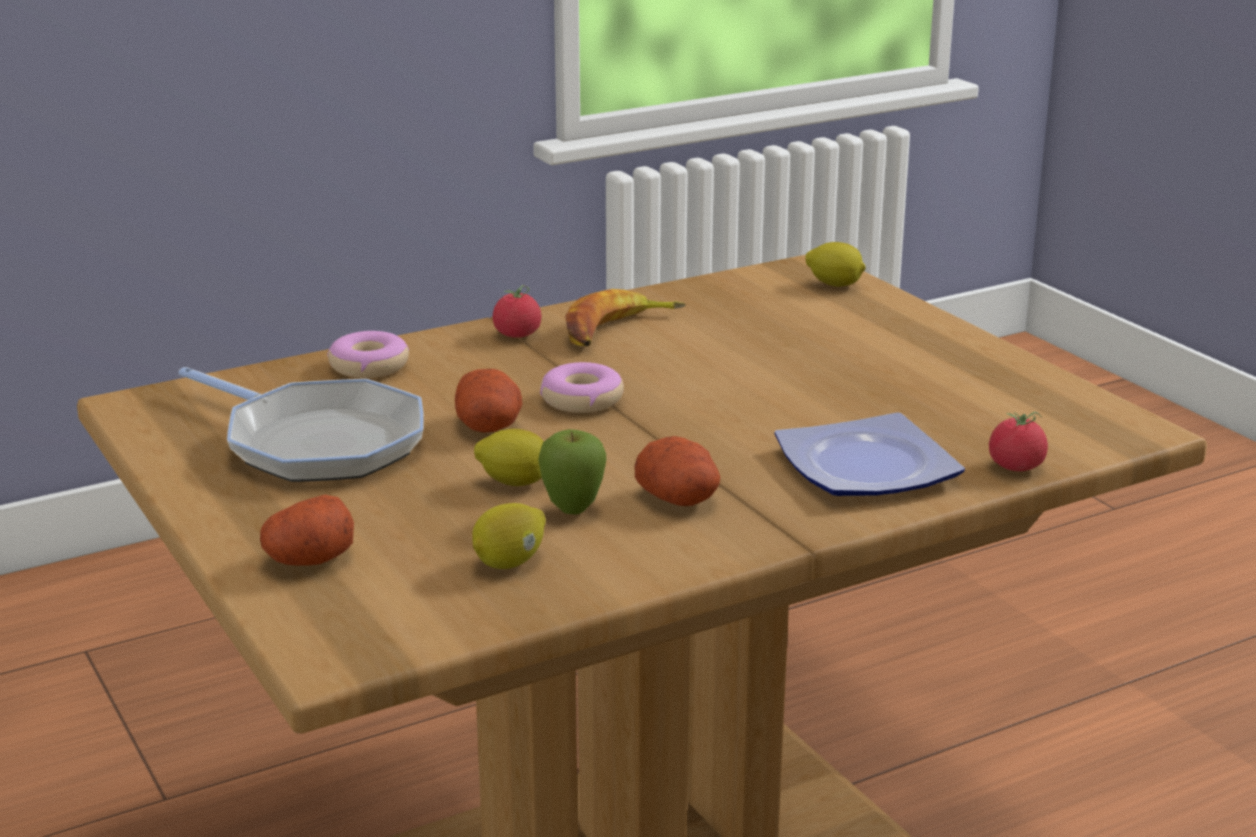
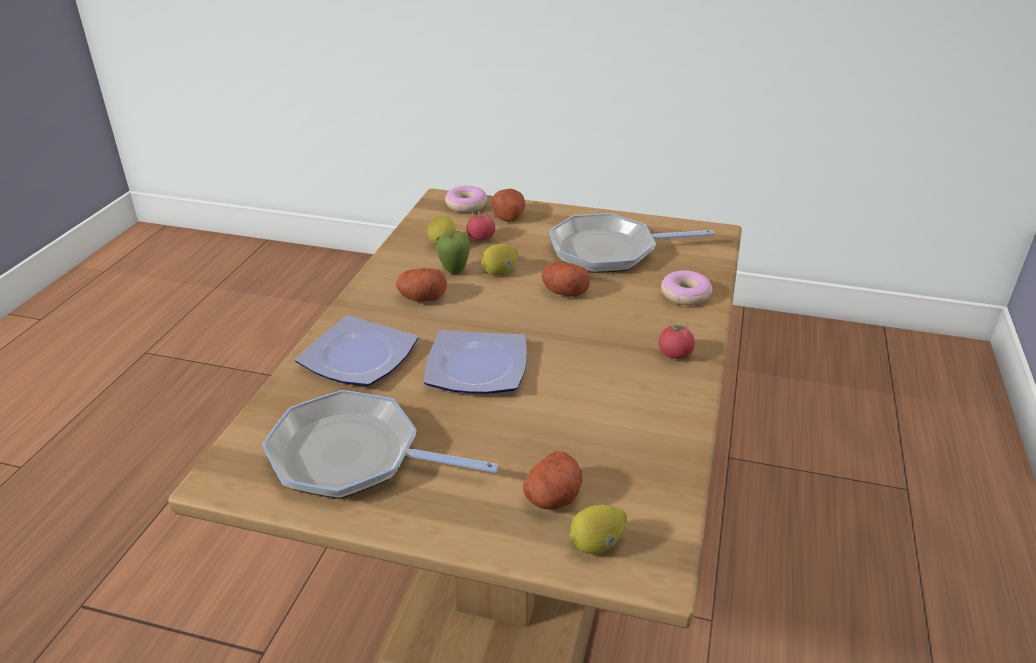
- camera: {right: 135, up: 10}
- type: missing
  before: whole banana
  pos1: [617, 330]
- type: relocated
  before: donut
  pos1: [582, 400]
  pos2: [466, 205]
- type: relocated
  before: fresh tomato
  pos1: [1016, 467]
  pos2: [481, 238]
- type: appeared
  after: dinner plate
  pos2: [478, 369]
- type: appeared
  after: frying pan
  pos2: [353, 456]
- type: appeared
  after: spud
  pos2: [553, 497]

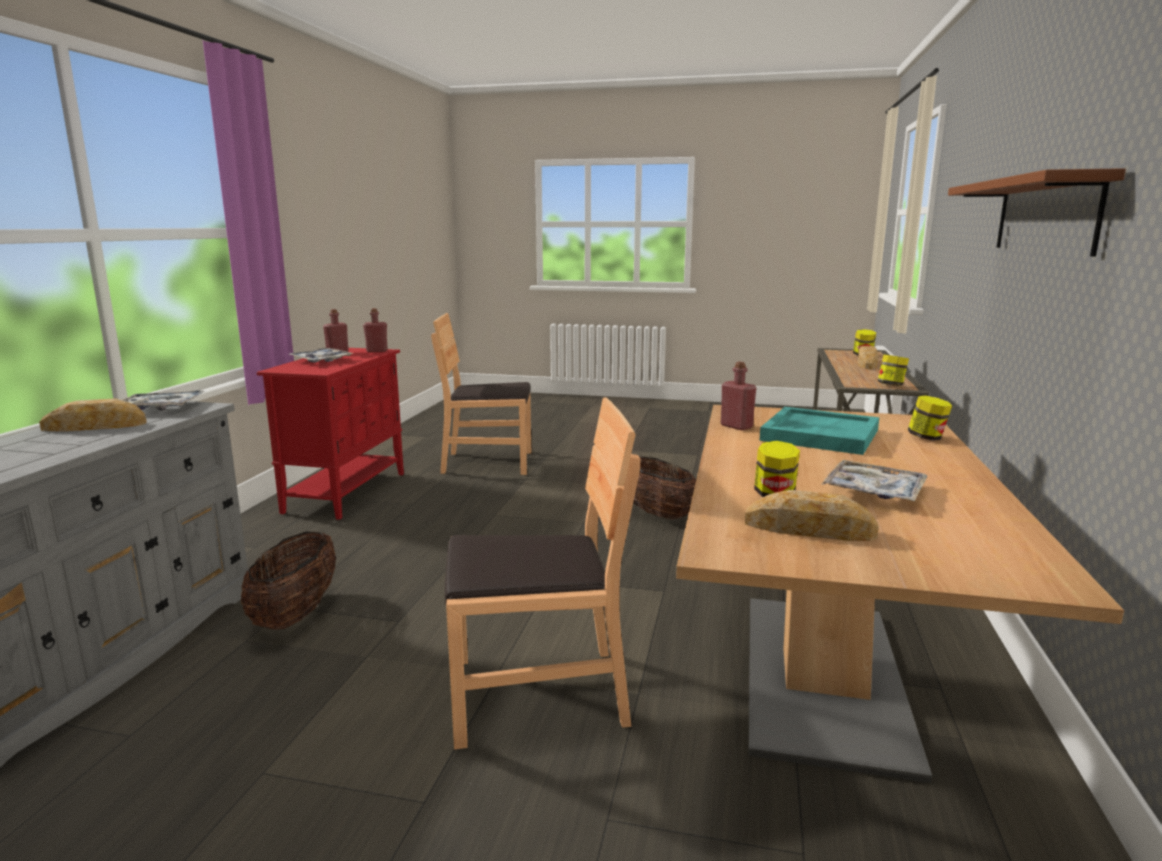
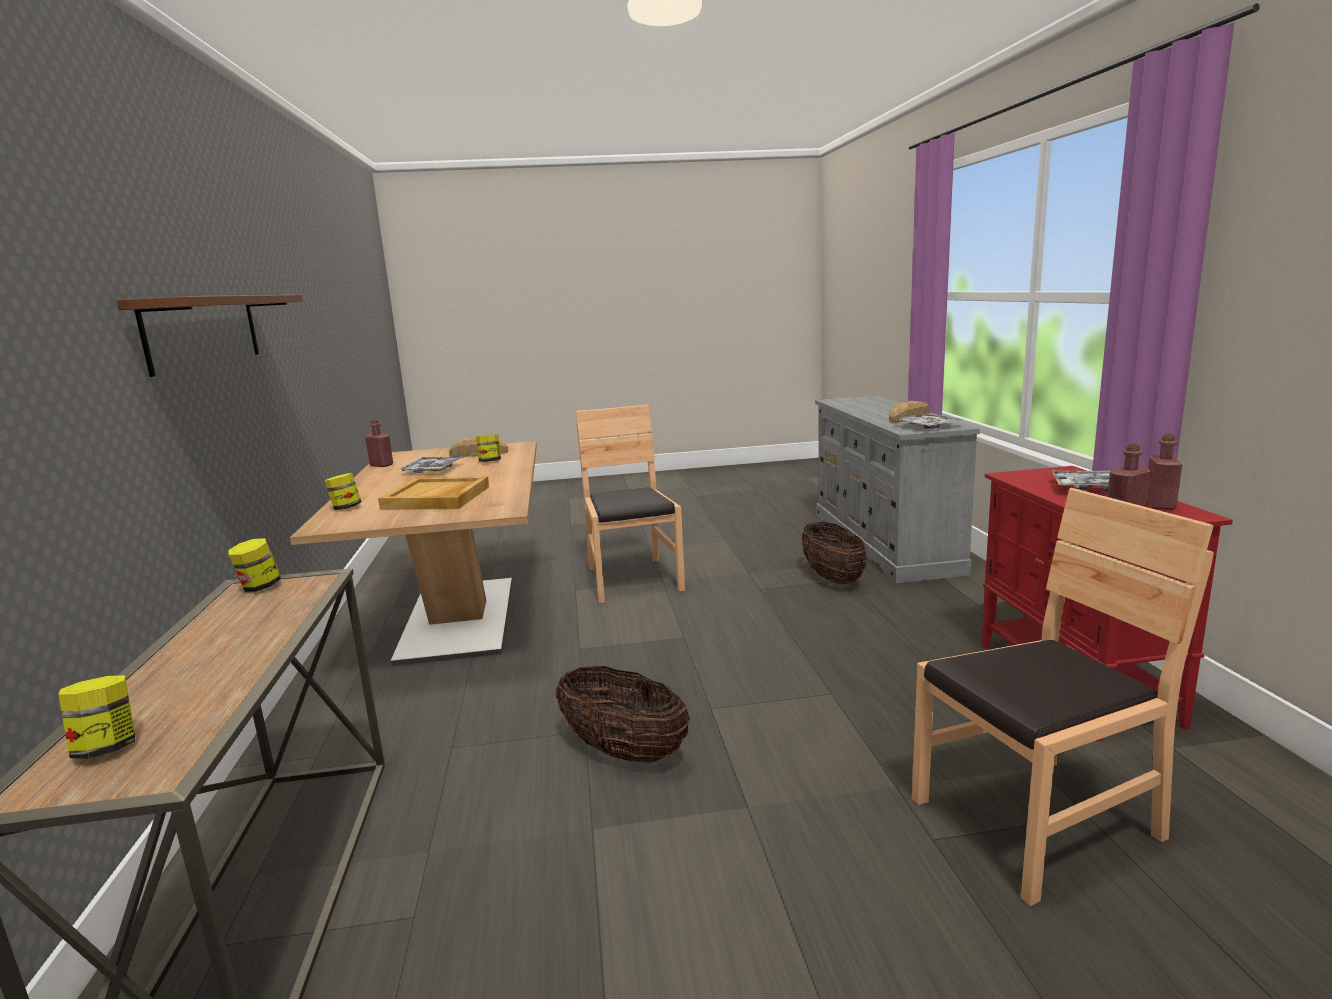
- camera: {right: 160, up: 0}
- type: missing
  before: baked bread
  pos1: [867, 363]
- type: relocated
  before: red-coloured bottle
  pos1: [736, 426]
  pos2: [381, 465]
- type: spun
  before: brownish upright chair
  pos1: [537, 693]
  pos2: [632, 579]
  turn: 105
- type: colour
  before: turquoise-coloured serving tray
  after: sand-coloured serving tray
  pos1: [819, 434]
  pos2: [437, 498]

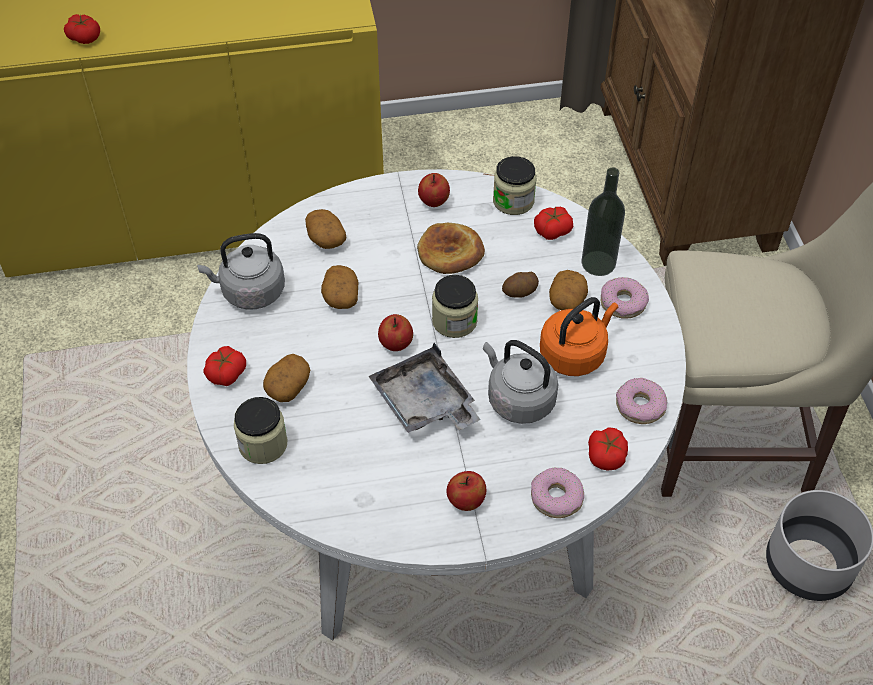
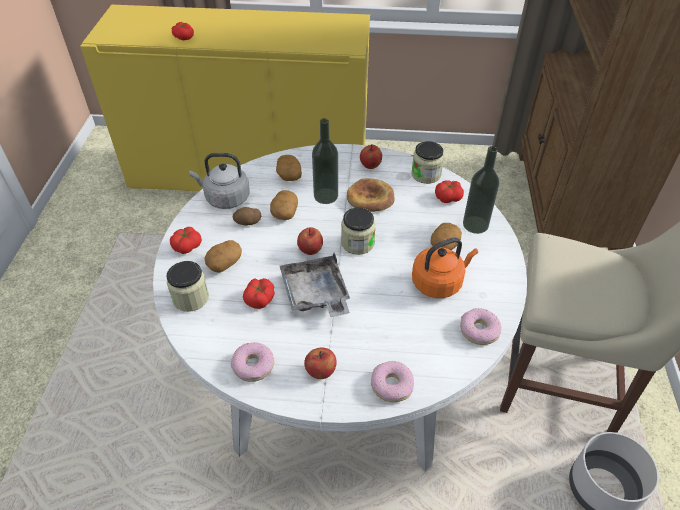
- camera: {right: 15, up: -5}
- type: relocated
  before: spud
  pos1: [520, 292]
  pos2: [248, 222]
- type: relocated
  before: donut
  pos1: [623, 303]
  pos2: [253, 365]
- type: missing
  before: grey tea kettle
  pos1: [518, 399]
- type: relocated
  before: fresh tomato
  pos1: [606, 455]
  pos2: [260, 299]
- type: appeared
  after: bottle
  pos2: [326, 196]

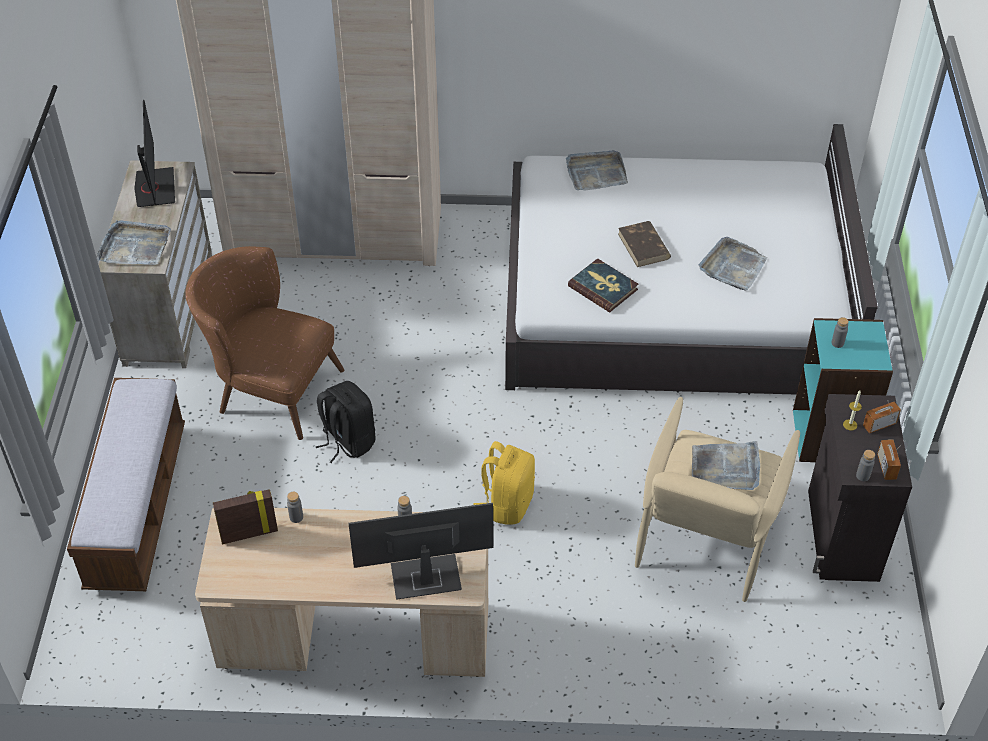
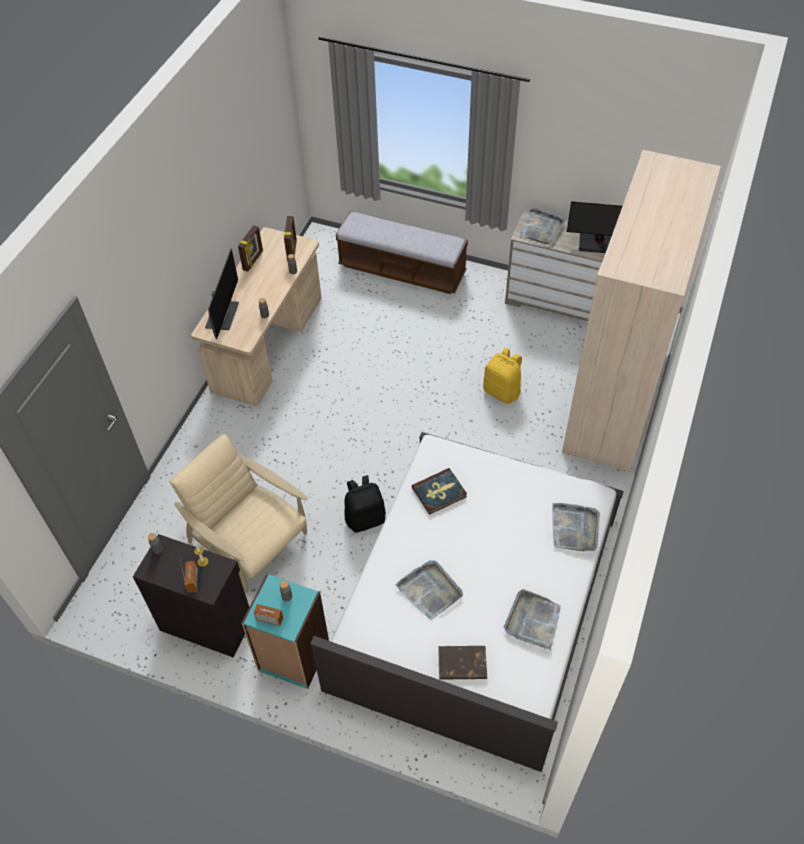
- camera: {right: 110, up: 5}
- type: relocated
  before: brownish volume
  pos1: [644, 246]
  pos2: [461, 664]
- type: missing
  before: brownish easy chair
  pos1: [269, 387]
- type: relocated
  before: blackish rucksack
  pos1: [347, 441]
  pos2: [365, 518]
- type: relocated
  before: radio set
  pos1: [886, 467]
  pos2: [269, 619]
- type: relocated
  before: yellow-coloured rucksack
  pos1: [507, 504]
  pos2: [502, 391]
- type: relocated
  before: grey serving tray
  pos1: [725, 468]
  pos2: [532, 621]
- type: appeared
  after: standing frame
  pos2: [253, 261]

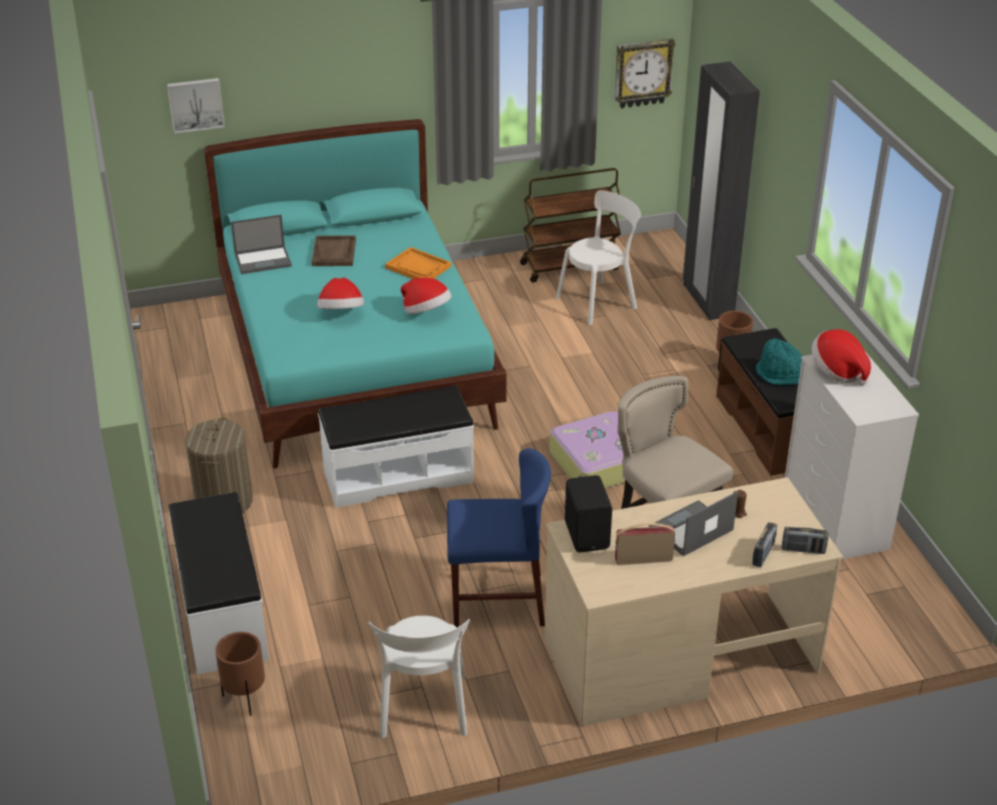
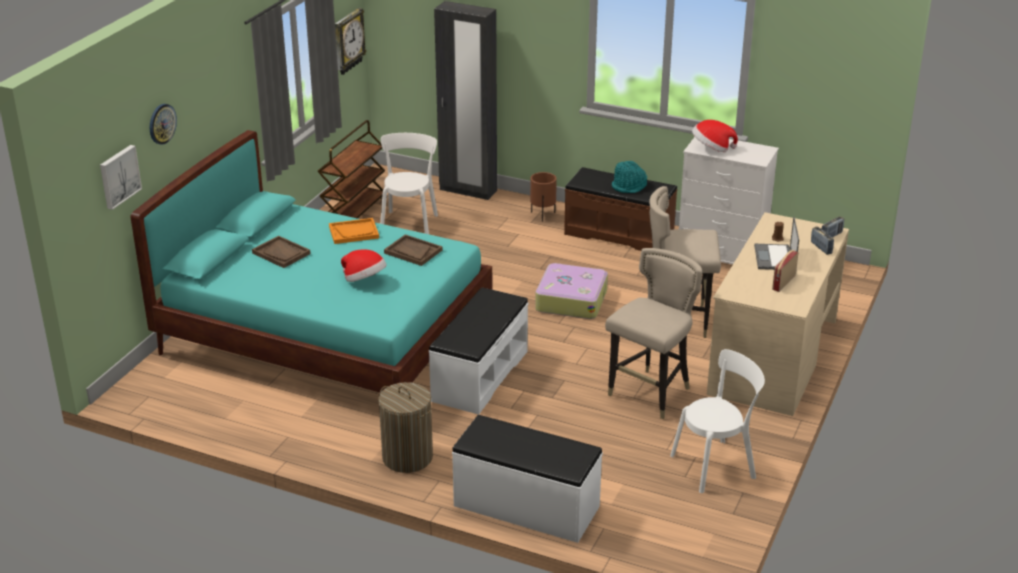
- camera: {right: -50, up: -5}
- type: missing
  before: notebook computer
  pos1: [263, 260]
- type: exchanged
  before: hat
  after: brownish serving tray
  pos1: [426, 312]
  pos2: [413, 251]
- type: exchanged
  before: blue-coloured upright chair
  after: sand-coloured stool seat
  pos1: [497, 600]
  pos2: [650, 394]
- type: missing
  before: blackish speaker
  pos1: [588, 534]
- type: spun
  before: white-coloured upright chair
  pos1: [423, 709]
  pos2: [716, 465]
  turn: -60
- type: missing
  before: brownish plant pot
  pos1: [245, 698]
- type: appeared
  after: hanging clock
  pos2: [162, 123]

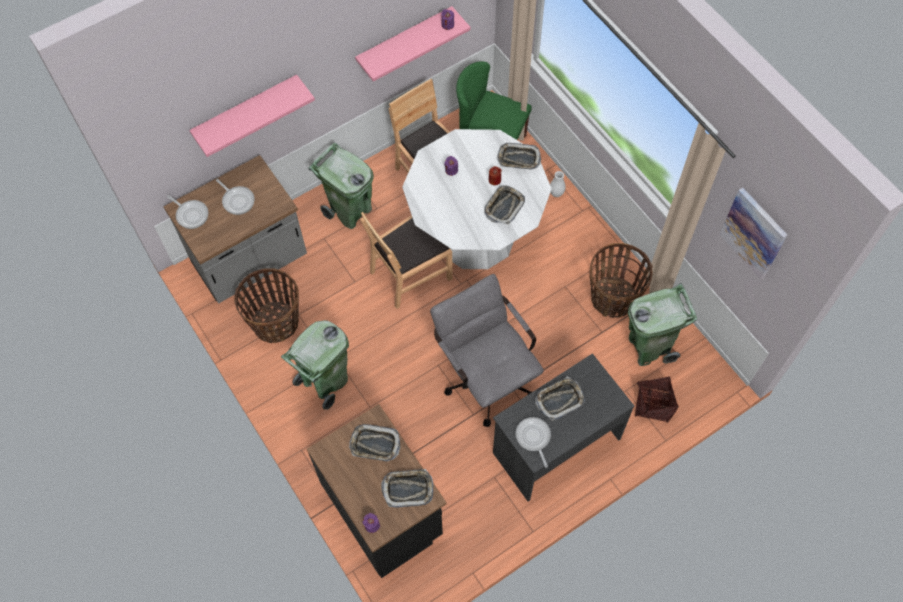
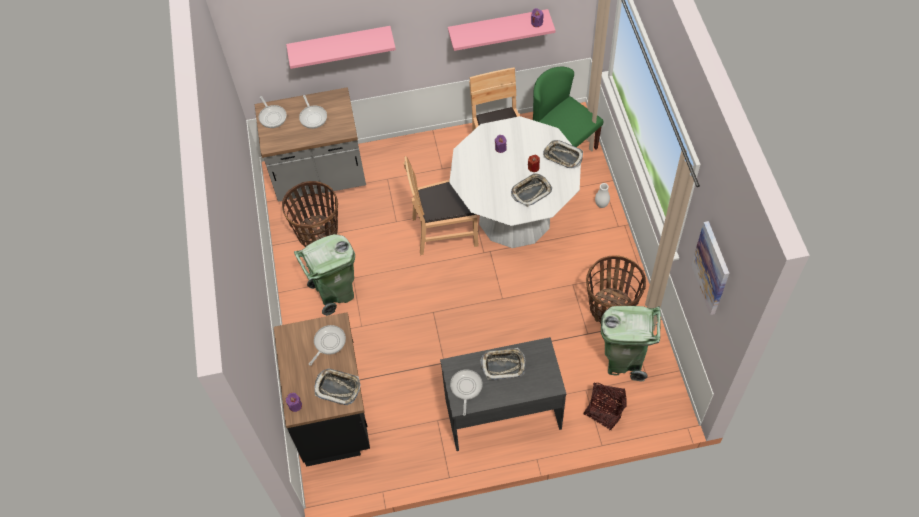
- camera: {right: 25, up: -5}
- type: missing
  before: green trash can
  pos1: [350, 211]
- type: missing
  before: grey desk chair
  pos1: [485, 376]
- type: exchanged
  before: serving tray
  after: frying pan
  pos1: [375, 444]
  pos2: [328, 343]

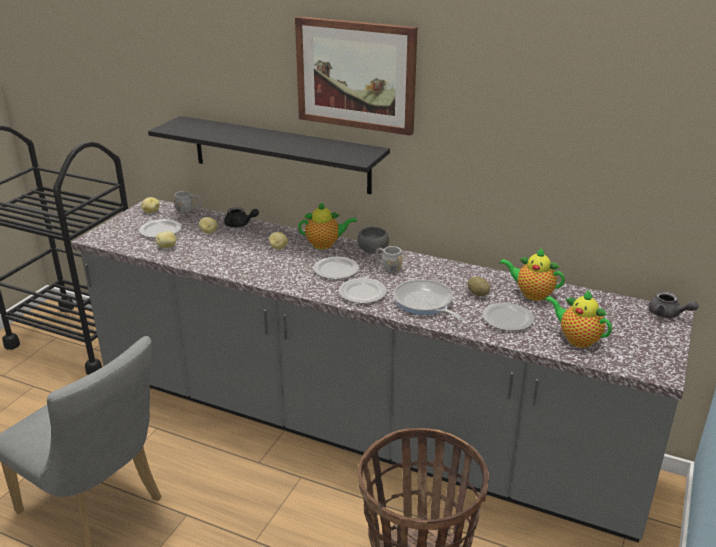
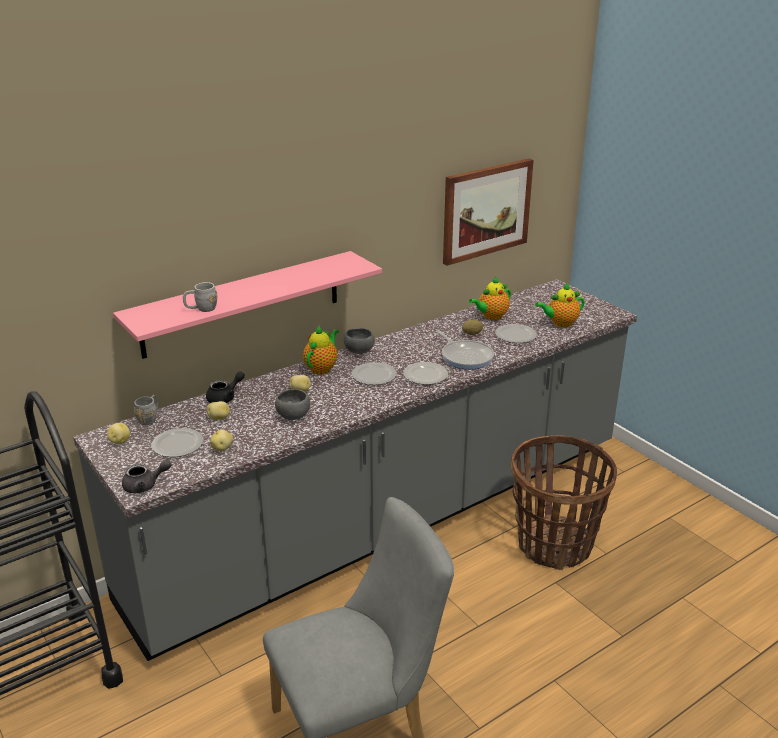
- camera: {right: -60, up: 0}
- type: relocated
  before: picture
  pos1: [356, 75]
  pos2: [486, 210]
- type: colour
  before: blackish shelf
  after: pink shelf
  pos1: [280, 154]
  pos2: [242, 304]
- type: relocated
  before: grey tea mug
  pos1: [388, 268]
  pos2: [201, 309]
- type: spun
  before: frying pan
  pos1: [425, 303]
  pos2: [465, 356]
  turn: -120
- type: relocated
  before: grey teapot
  pos1: [667, 314]
  pos2: [145, 485]
- type: appeared
  after: grey serving bowl
  pos2: [293, 415]

